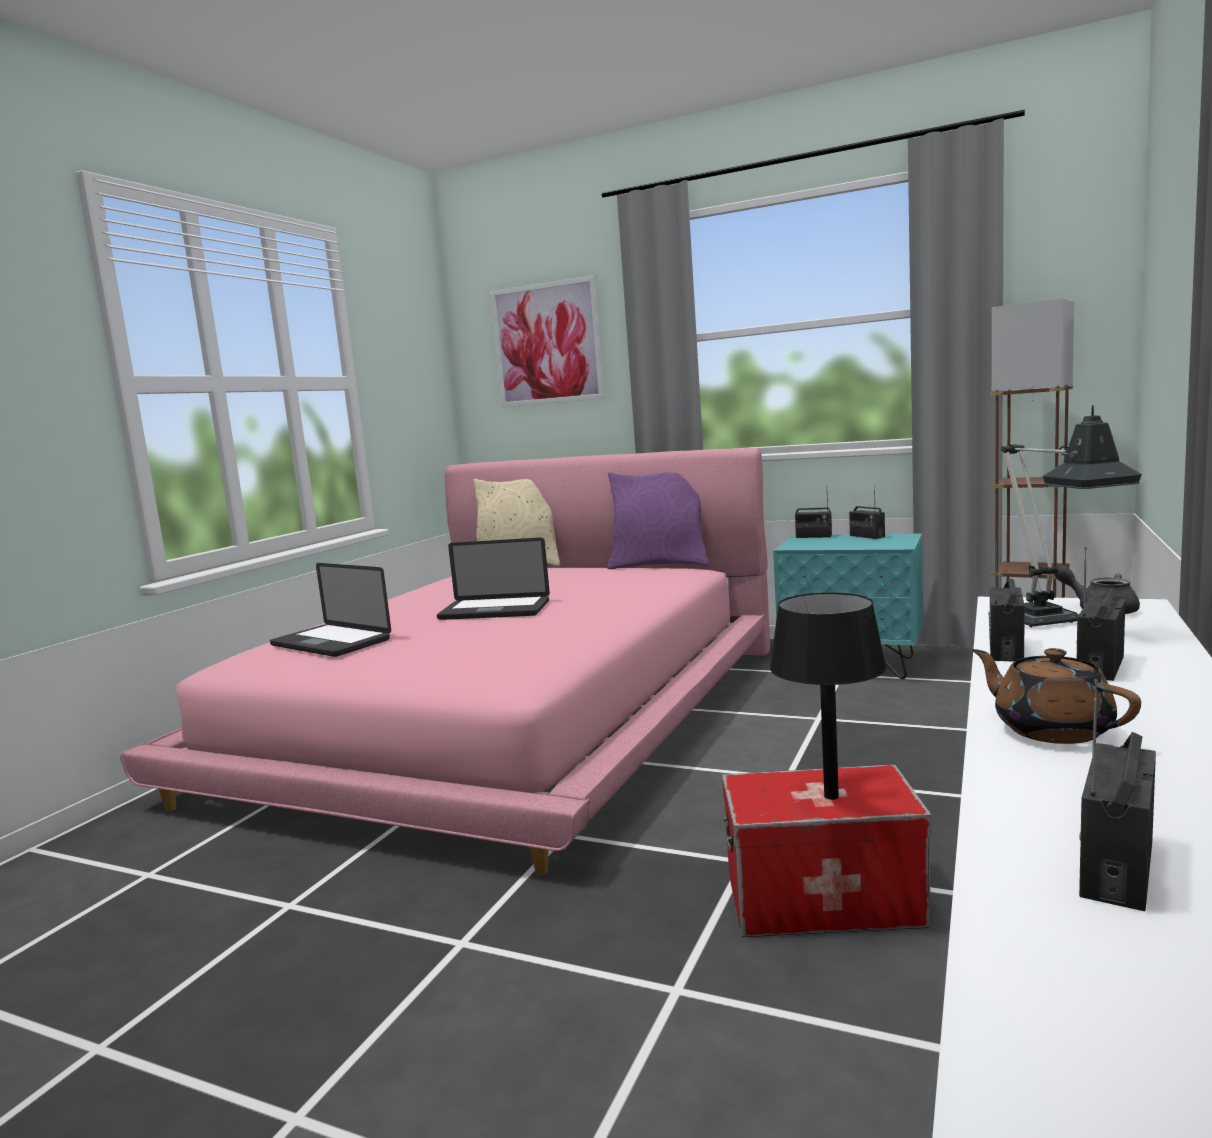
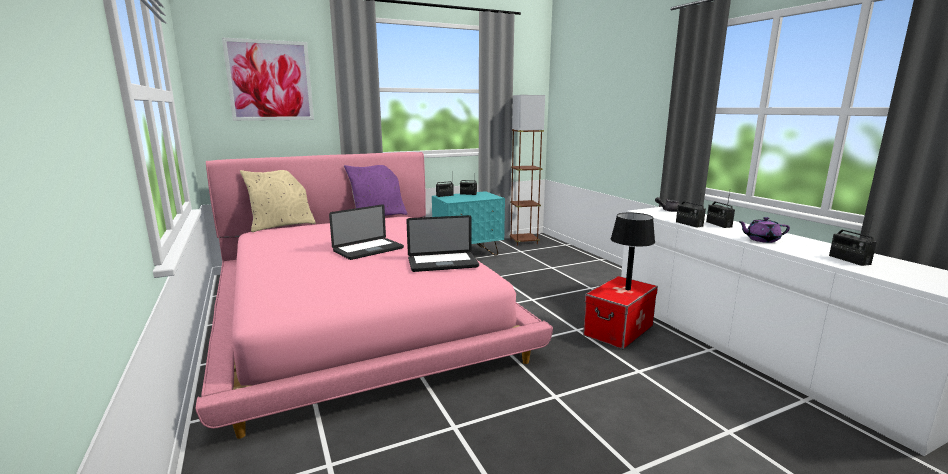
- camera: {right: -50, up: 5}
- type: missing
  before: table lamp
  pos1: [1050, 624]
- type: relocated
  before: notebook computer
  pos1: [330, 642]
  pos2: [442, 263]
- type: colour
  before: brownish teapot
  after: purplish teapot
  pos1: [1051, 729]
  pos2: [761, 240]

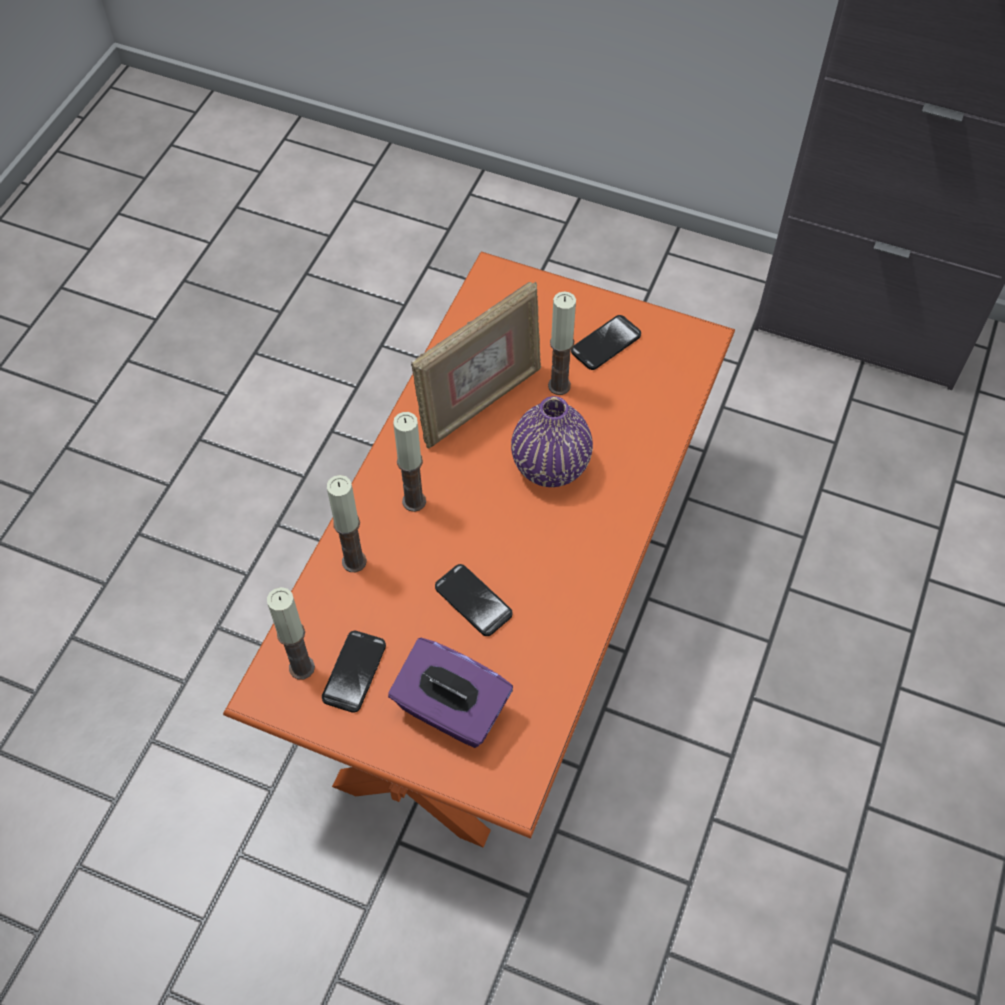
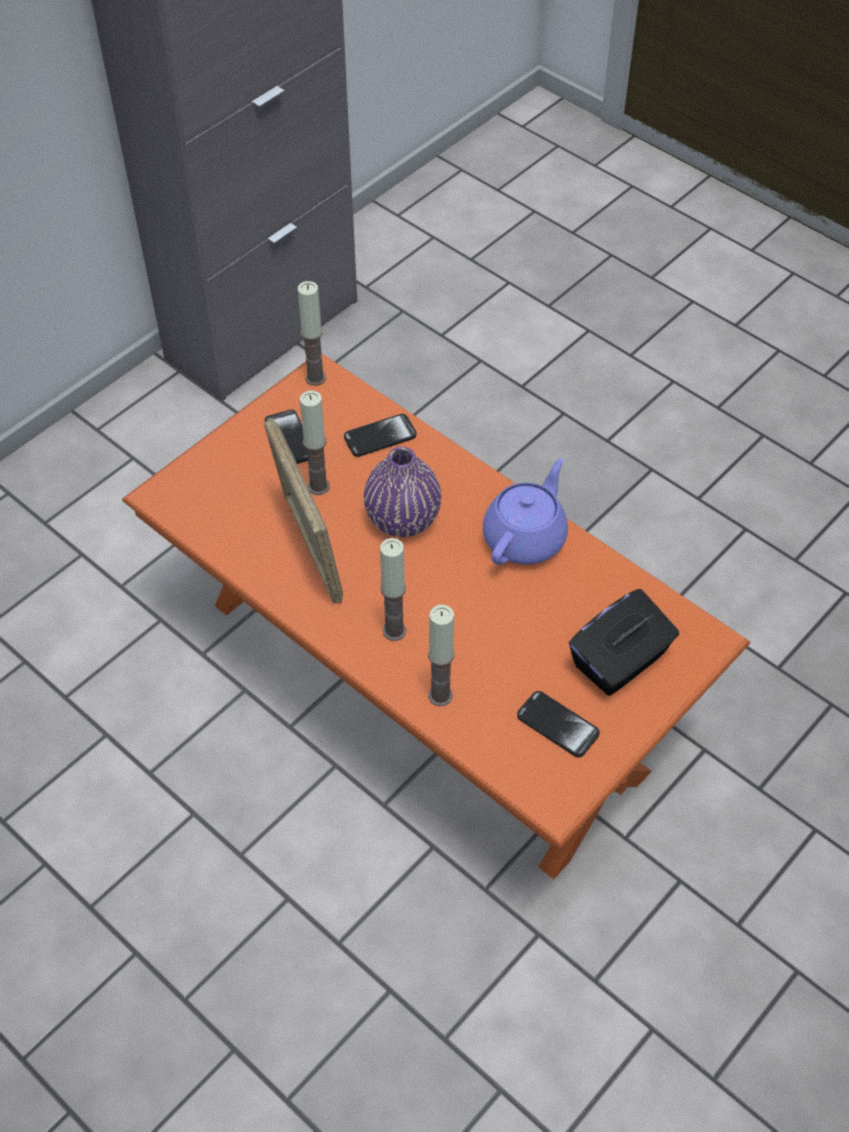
- camera: {right: -70, up: -5}
- type: relocated
  before: phone
  pos1: [473, 601]
  pos2: [380, 436]
- type: relocated
  before: wax candle
  pos1: [302, 667]
  pos2: [315, 378]
- type: colour
  before: purplish tissue holder
  after: blackish tissue holder
  pos1: [451, 710]
  pos2: [620, 662]
- type: appeared
  after: purplish teapot
  pos2: [525, 537]

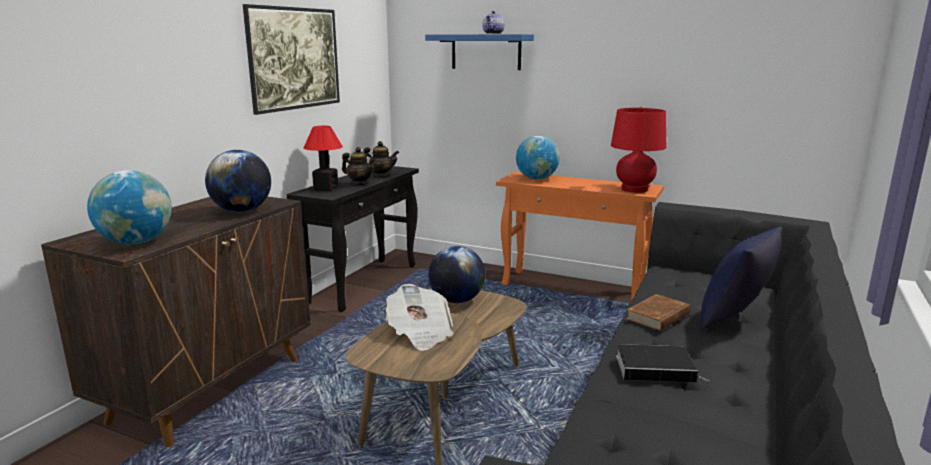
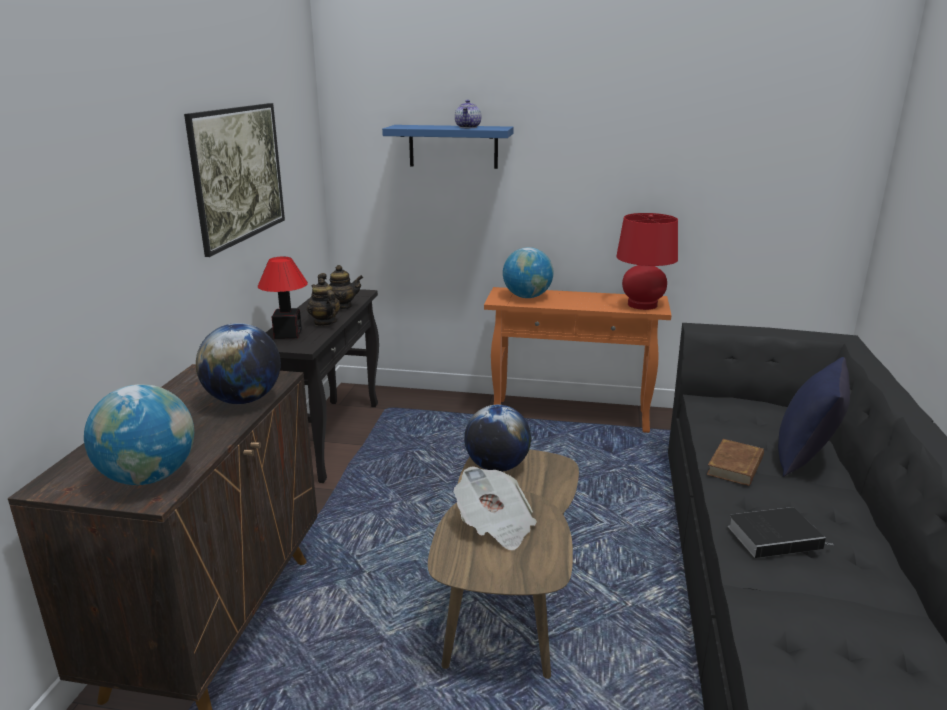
- camera: {right: -15, up: 5}
- type: spun
  before: teapot
  pos1: [359, 183]
  pos2: [324, 322]
  turn: -135

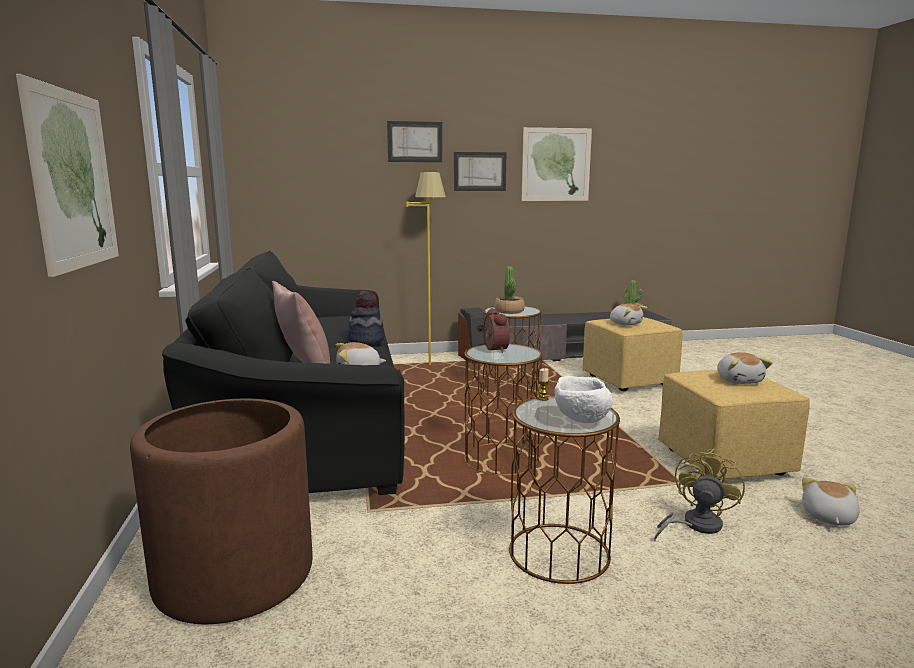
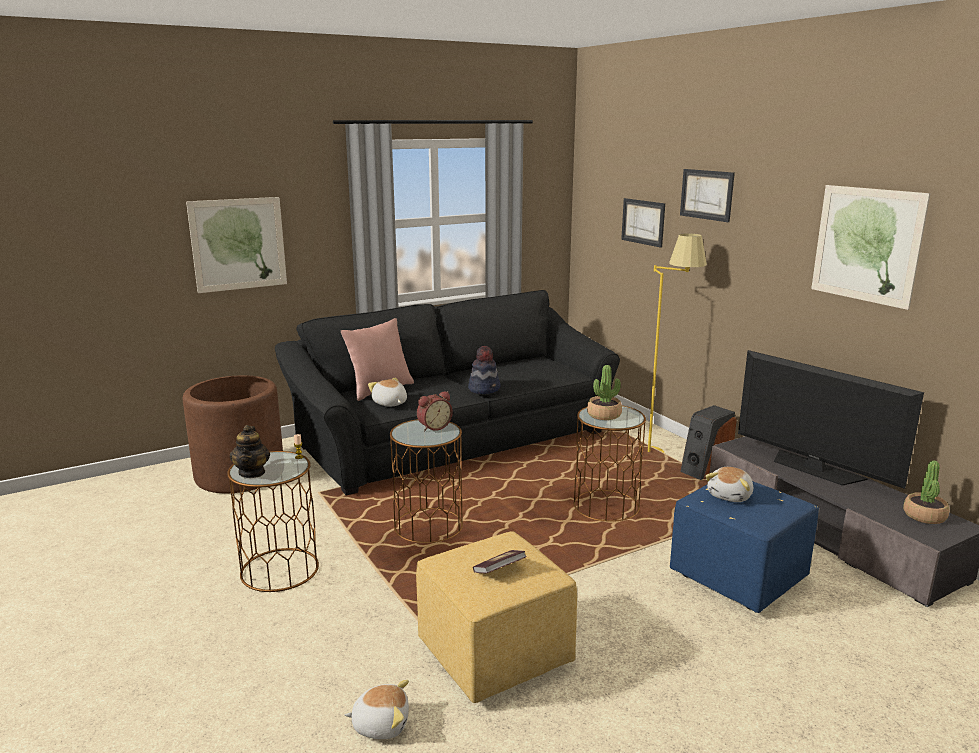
- camera: {right: 70, up: 5}
- type: relocated
  before: picture
  pos1: [479, 171]
  pos2: [643, 222]
- type: colour
  before: yellow-coloured pouffe
  after: blue-coloured pouffe
  pos1: [628, 380]
  pos2: [739, 577]
- type: exchanged
  before: plush toy
  after: volume
  pos1: [739, 380]
  pos2: [499, 571]
- type: exchanged
  before: white-coloured serving bowl
  after: teapot
  pos1: [581, 421]
  pos2: [252, 472]
- type: missing
  before: yellow-coloured fan
  pos1: [695, 525]
- type: appeared
  after: TV set
  pos2: [814, 469]

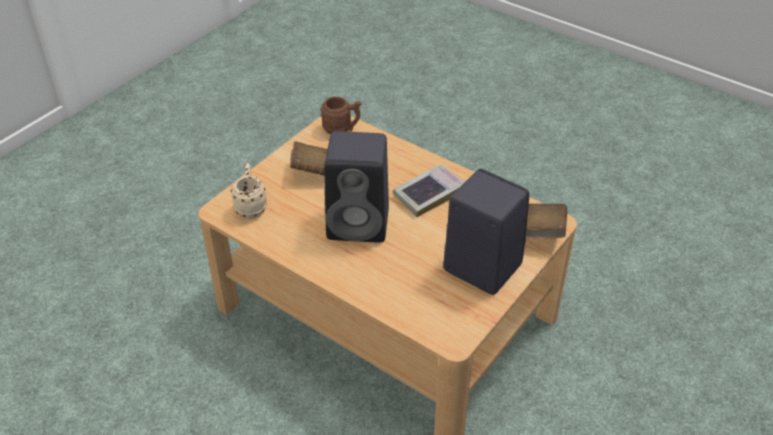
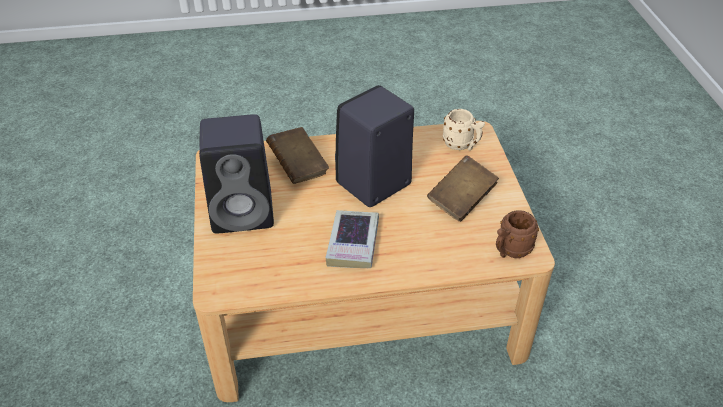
- camera: {right: 135, up: 0}
- type: relocated
  before: brownish volume
  pos1: [542, 232]
  pos2: [298, 167]

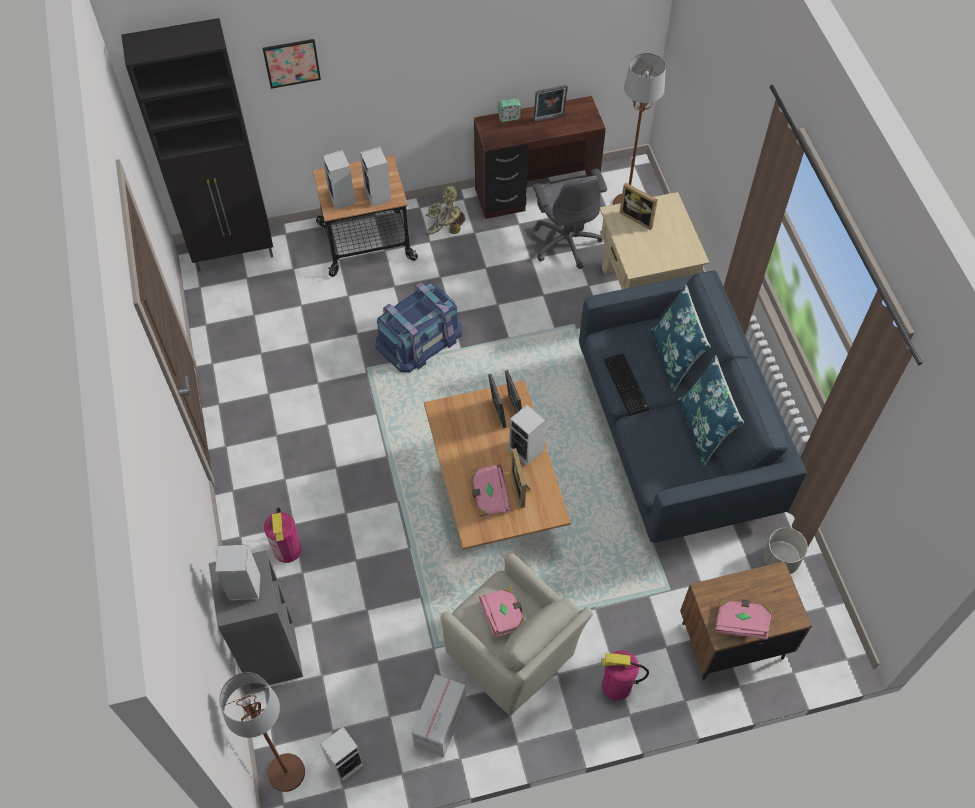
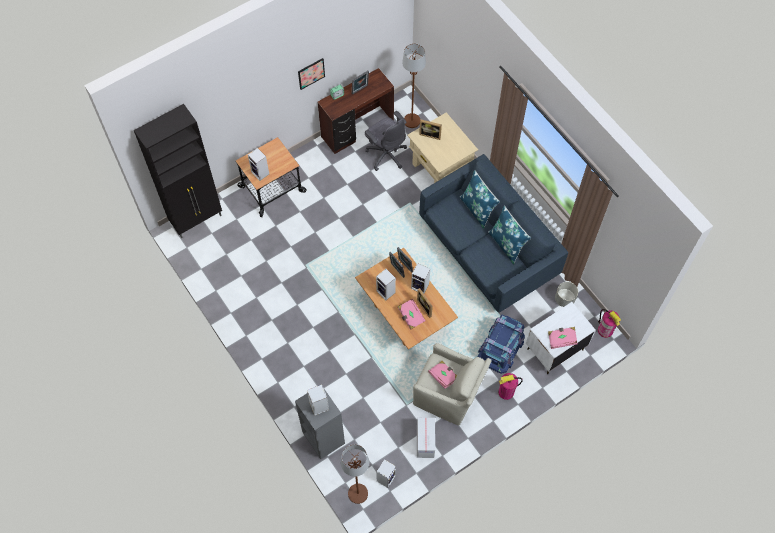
- camera: {right: -20, up: 5}
- type: relocated
  before: picture
  pos1: [292, 63]
  pos2: [311, 73]
- type: relocated
  before: speaker
  pos1: [379, 196]
  pos2: [386, 292]
- type: missing
  before: houseplant
  pos1: [444, 226]
- type: relocated
  before: blue-coloured storage bin
  pos1: [419, 338]
  pos2: [501, 347]
- type: missing
  before: PC keyboard
  pos1: [627, 385]
- type: relocated
  before: fire extinguisher
  pos1: [287, 549]
  pos2: [605, 330]
- type: colour
  before: brownish night table
  after: white-coloured night table
  pos1: [731, 640]
  pos2: [554, 349]

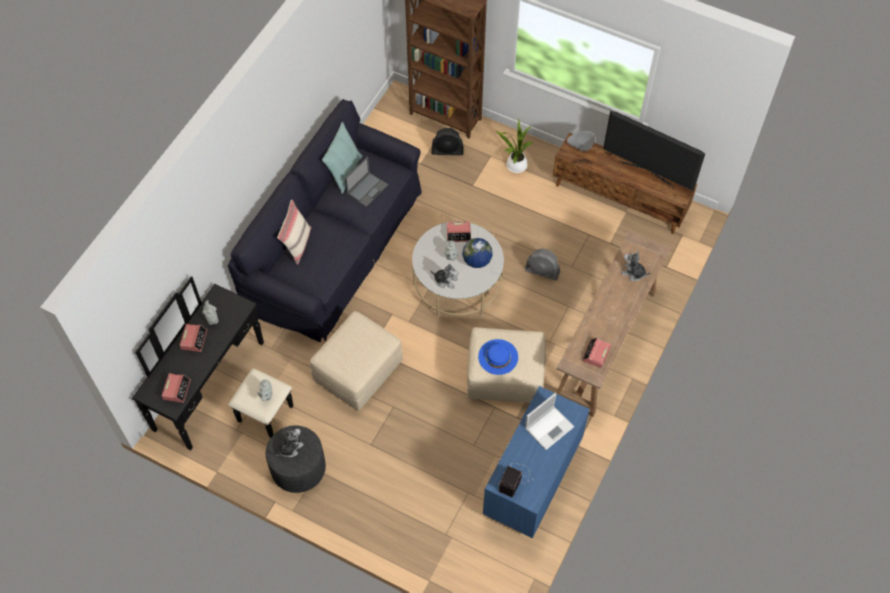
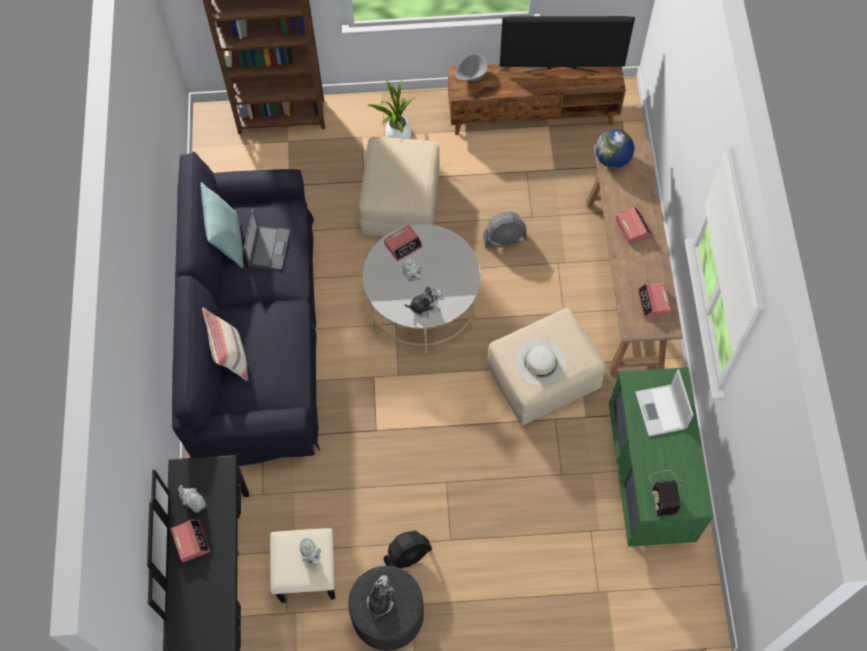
- camera: {right: -30, up: 5}
- type: relocated
  before: blackish fan
  pos1: [447, 151]
  pos2: [408, 555]
- type: relocated
  before: desk globe
  pos1: [477, 261]
  pos2: [612, 159]
- type: missing
  before: plush toy
  pos1: [633, 273]
- type: relocated
  before: sand-coloured pouffe
  pos1: [358, 370]
  pos2: [401, 202]
- type: colour
  before: blue-coloured hat
  after: white-coloured hat
  pos1: [498, 357]
  pos2: [540, 362]
- type: relocated
  before: bedside clock
  pos1: [177, 389]
  pos2: [632, 227]
- type: colour
  before: blue-coloured drawer chest
  after: green drawer chest
  pos1: [532, 481]
  pos2: [648, 478]
- type: spun
  before: notebook computer
  pos1: [549, 427]
  pos2: [661, 411]
  turn: 150

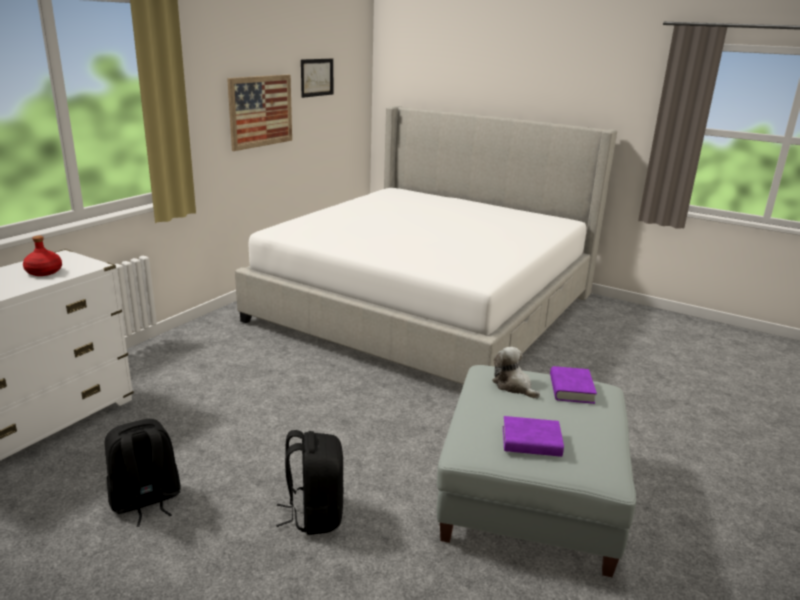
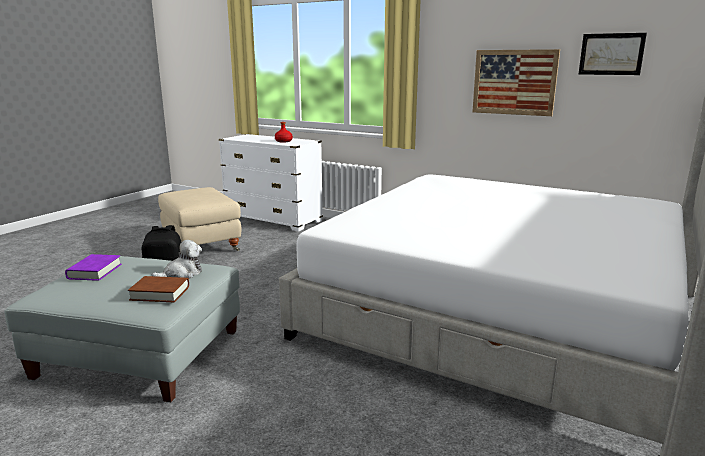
- camera: {right: 90, up: -5}
- type: colour
  before: purplish volume
  after: brownish volume
  pos1: [571, 389]
  pos2: [160, 293]
- type: exchanged
  before: blackish rucksack
  after: sand-coloured pouffe
  pos1: [145, 501]
  pos2: [201, 246]

